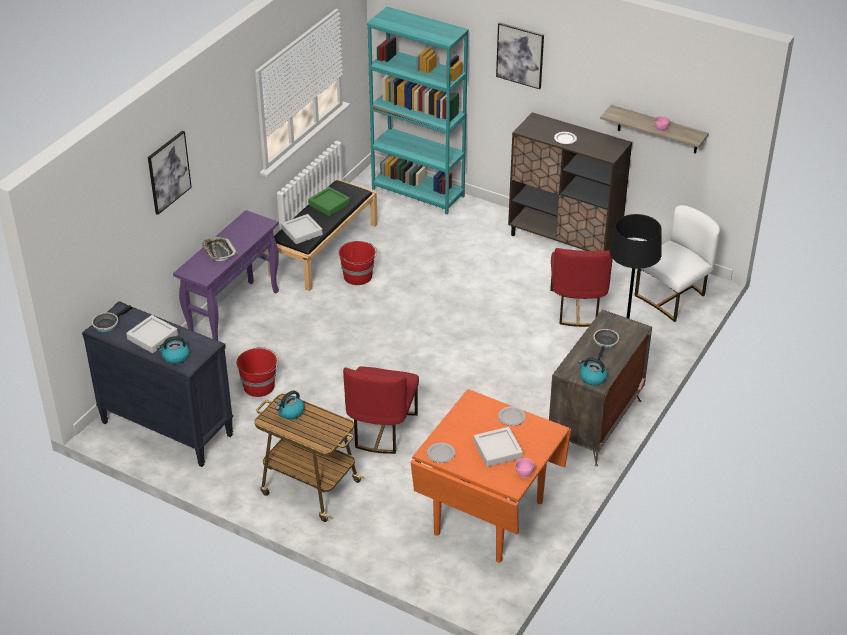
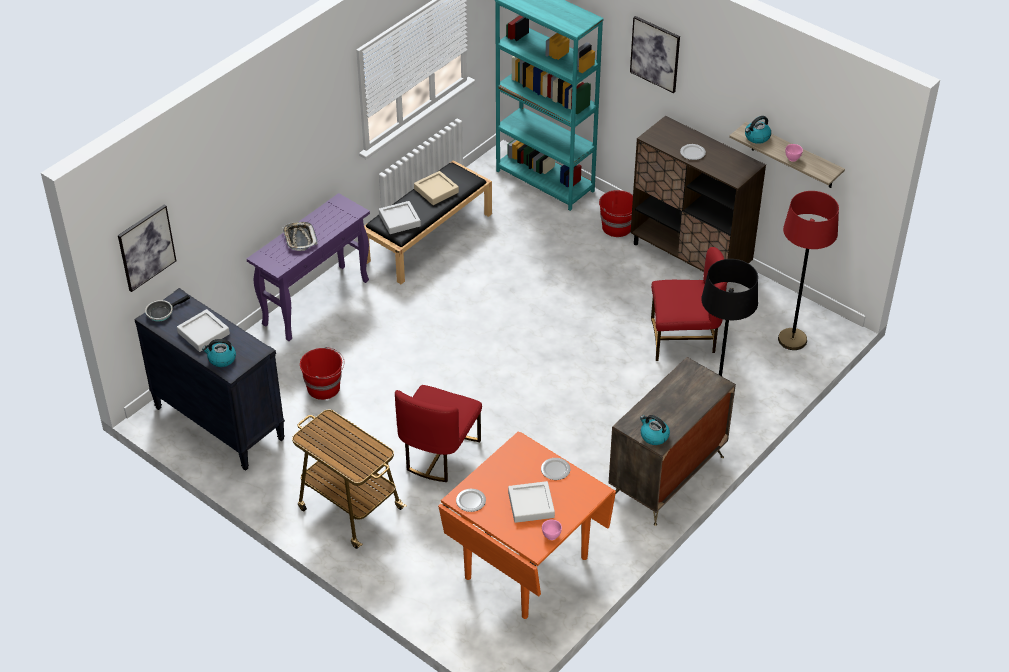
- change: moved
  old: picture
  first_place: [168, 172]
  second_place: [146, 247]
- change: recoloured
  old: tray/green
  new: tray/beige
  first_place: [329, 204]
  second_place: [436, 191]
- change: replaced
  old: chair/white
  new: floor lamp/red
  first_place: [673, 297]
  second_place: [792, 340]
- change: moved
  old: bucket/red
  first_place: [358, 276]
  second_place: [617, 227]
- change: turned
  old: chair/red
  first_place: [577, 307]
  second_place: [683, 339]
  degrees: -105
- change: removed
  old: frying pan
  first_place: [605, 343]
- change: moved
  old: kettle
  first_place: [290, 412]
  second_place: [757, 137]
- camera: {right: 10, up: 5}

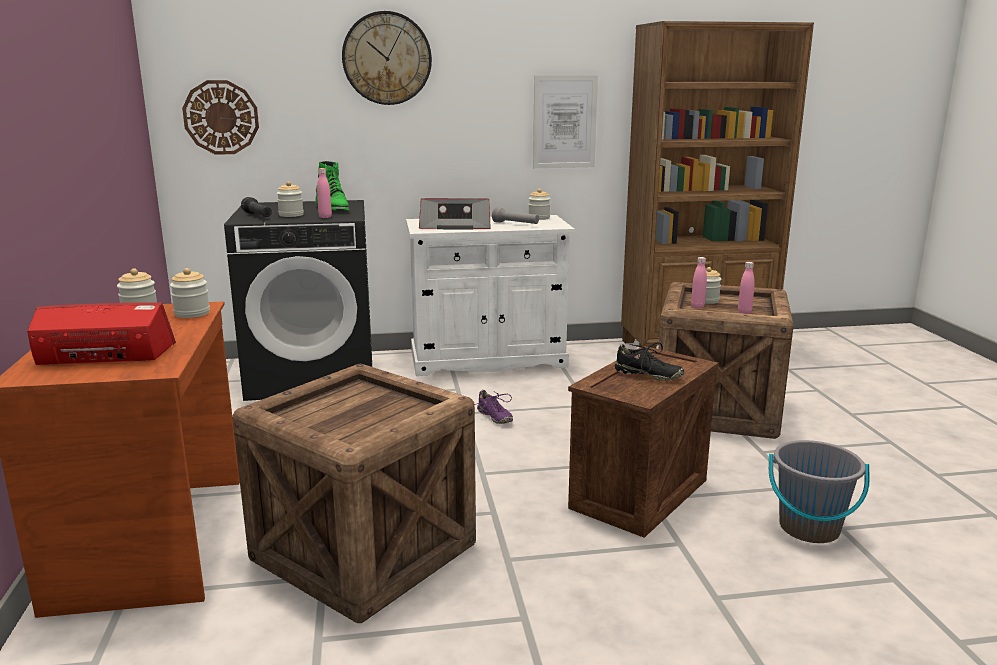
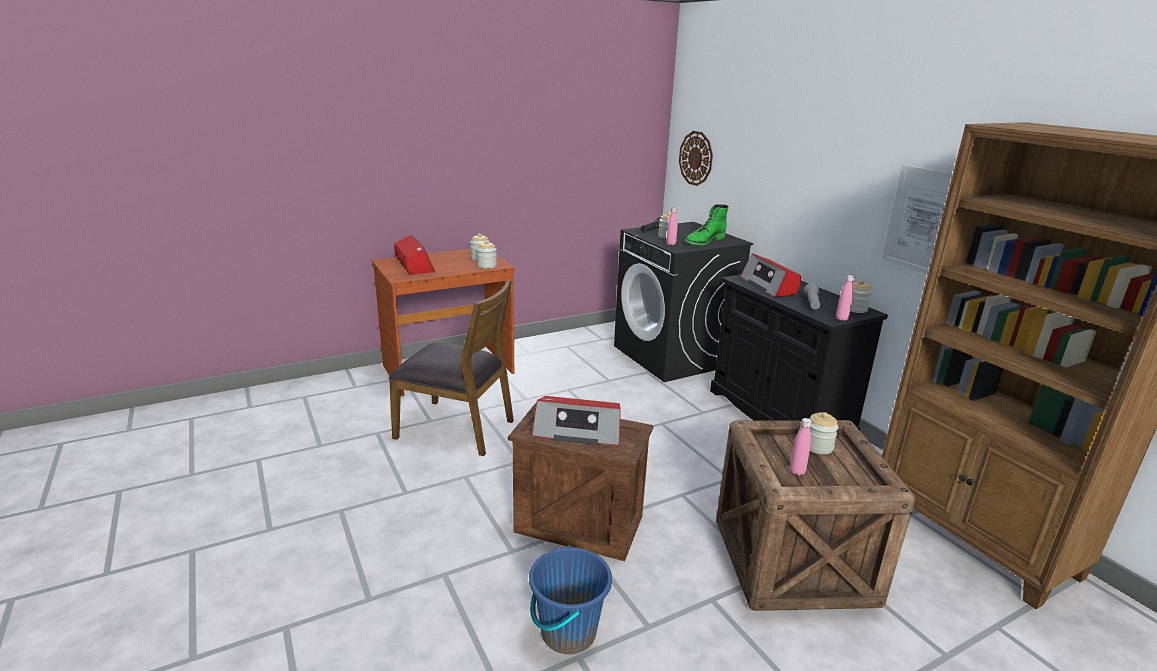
- change: removed
  old: wall clock
  first_place: [387, 58]
- change: recoloured
  old: cabinet/white
  new: cabinet/black
  first_place: [488, 359]
  second_place: [778, 414]
- change: moved
  old: bottle/pink
  first_place: [697, 306]
  second_place: [841, 318]
- change: replaced
  old: shoe/black
  new: radio
  first_place: [648, 375]
  second_place: [578, 431]
- change: replaced
  old: crate
  new: chair/brown
  first_place: [368, 553]
  second_place: [456, 428]
- change: removed
  old: shoe/purple
  first_place: [494, 417]
- change: recoloured
  old: bucket/grey
  new: bucket/blue
  first_place: [809, 528]
  second_place: [568, 632]
- camera: {right: 70, up: 5}

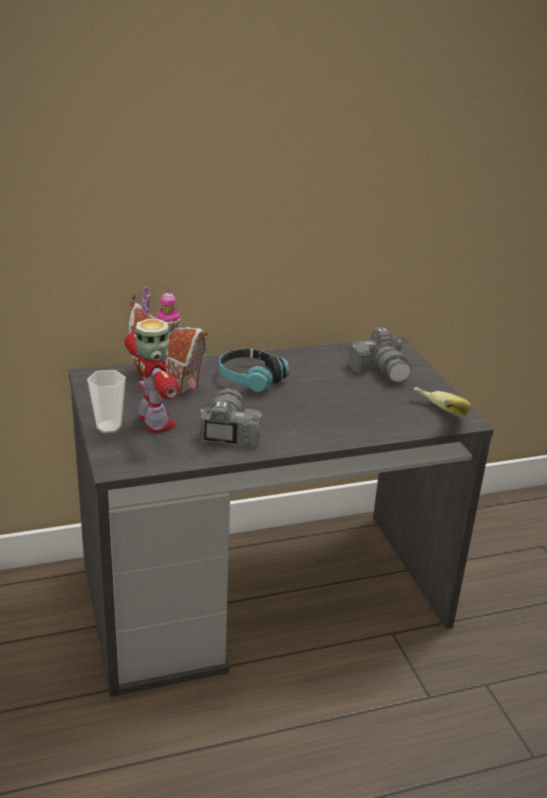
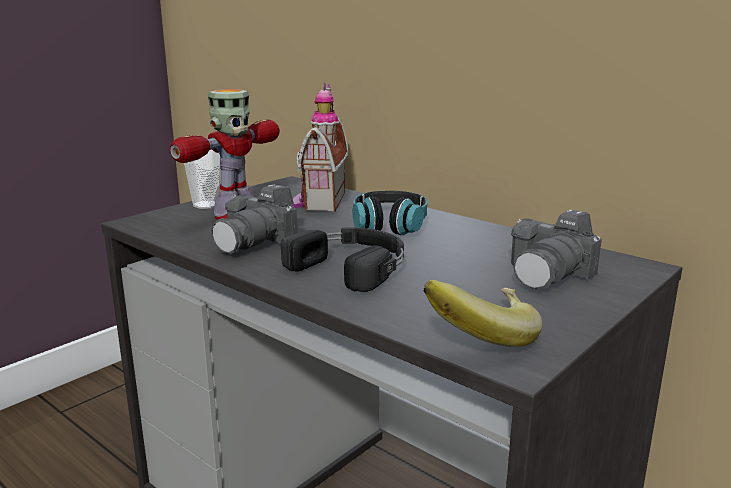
- change: turned
  old: photo camera
  first_place: [228, 432]
  second_place: [256, 242]
  degrees: 150
- change: added
  new: headphones/black
  second_place: [353, 266]
- camera: {right: 60, up: -10}

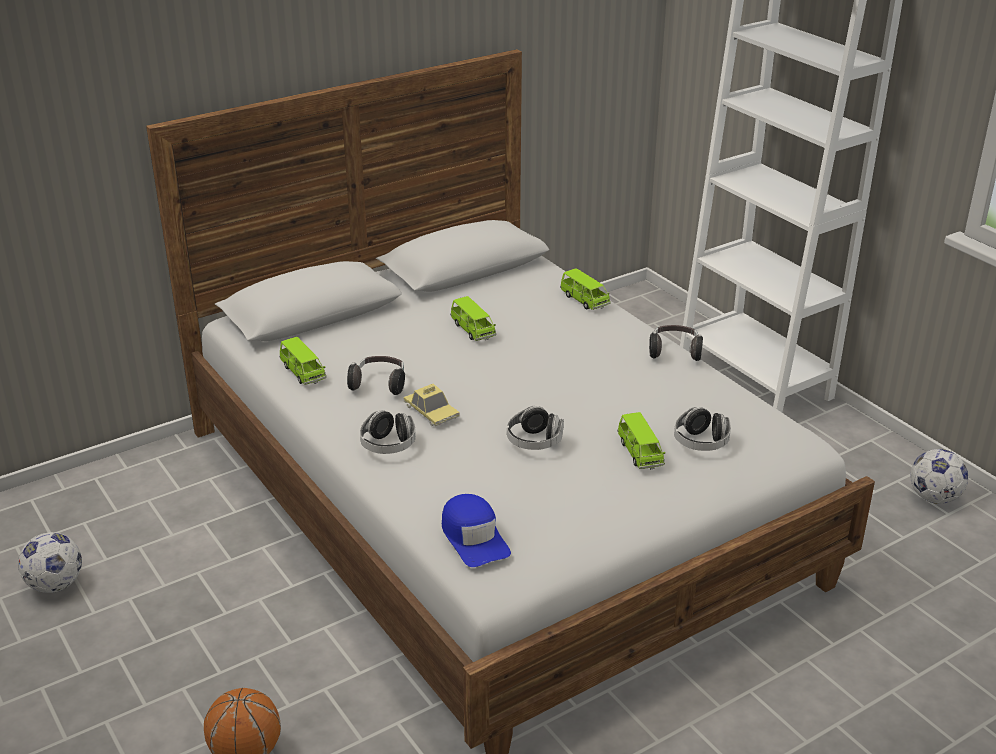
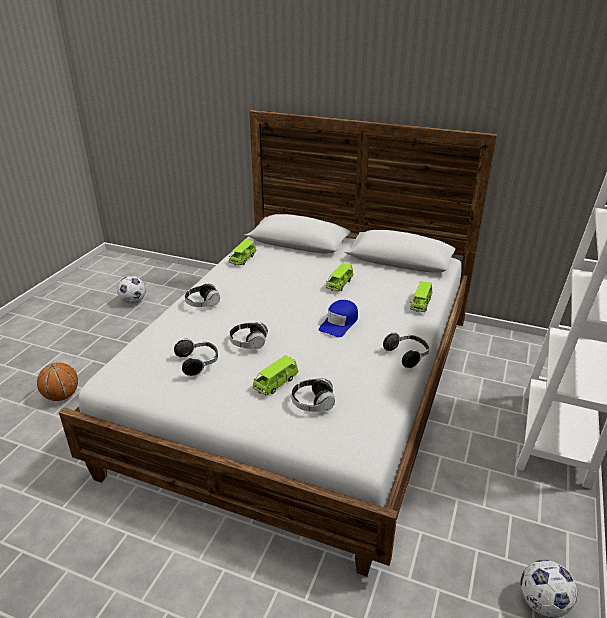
- change: moved
  old: headphones
  first_place: [379, 384]
  second_place: [198, 363]
- change: removed
  old: toy car
  first_place: [431, 412]
- change: moved
  old: cap/blue
  first_place: [474, 537]
  second_place: [339, 323]
- camera: {right: 55, up: 0}

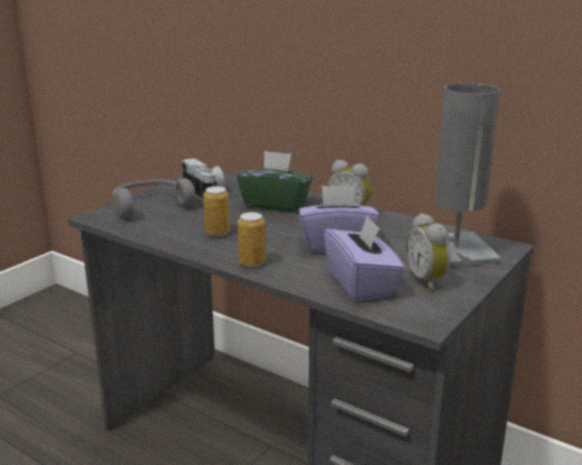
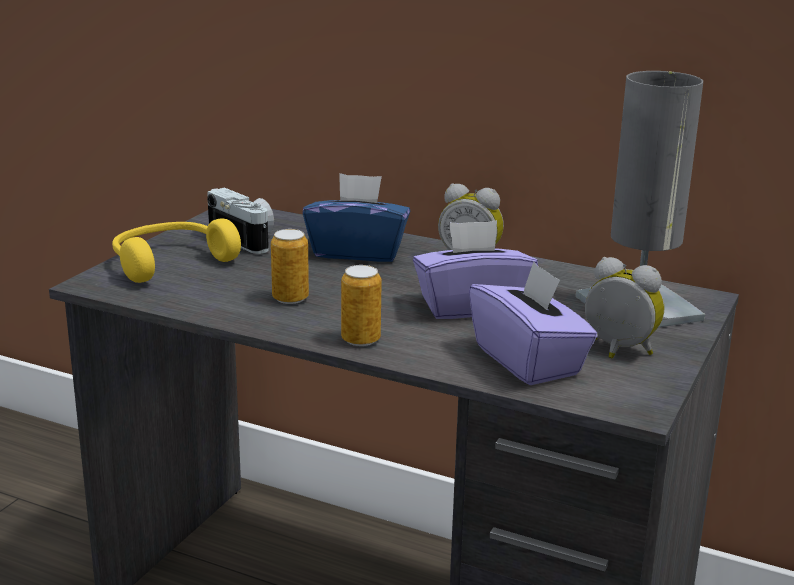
- change: recoloured
  old: tissue box/green
  new: tissue box/blue
  first_place: [275, 204]
  second_place: [357, 251]
- change: recoloured
  old: headphones/grey
  new: headphones/yellow
  first_place: [150, 206]
  second_place: [169, 262]
- change: turned
  old: alarm clock
  first_place: [428, 281]
  second_place: [617, 351]
  degrees: 150
- camera: {right: -10, up: 0}

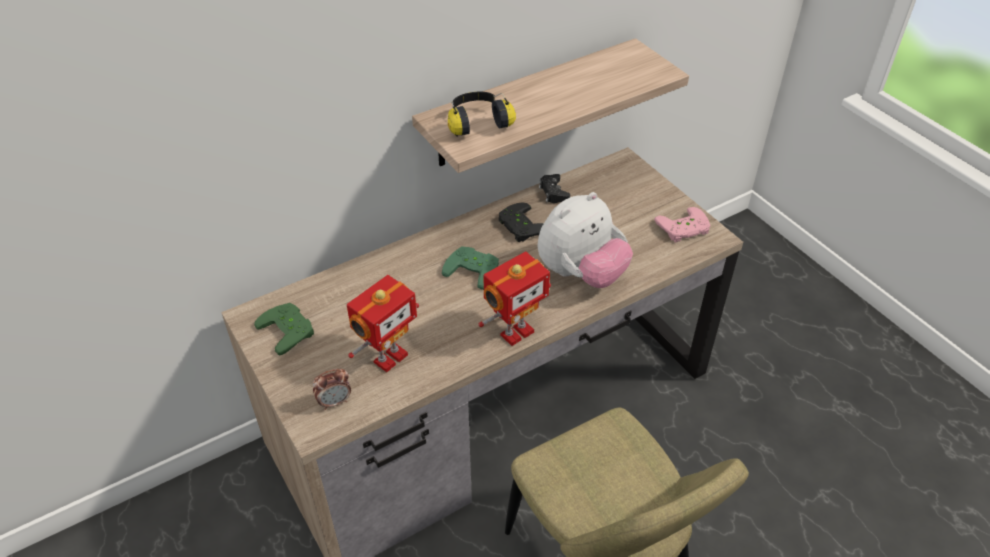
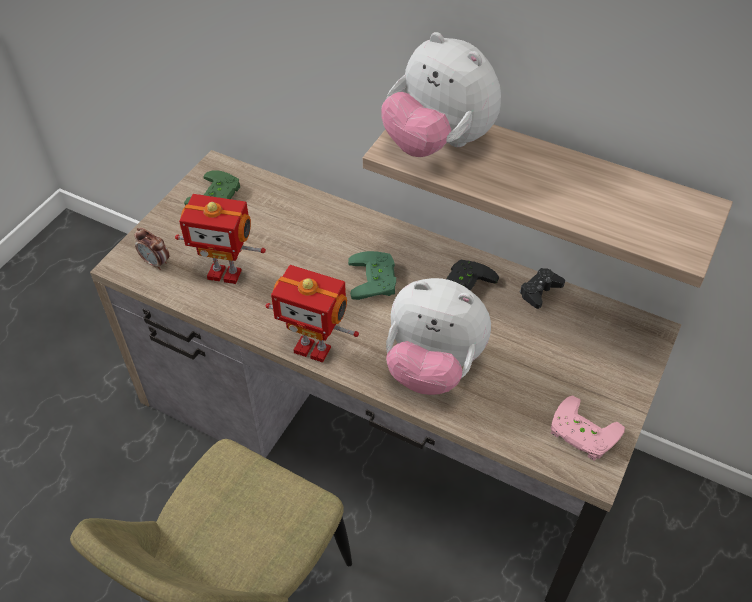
- change: replaced
  old: headphones
  new: plush toy
  first_place: [478, 123]
  second_place: [437, 144]
- camera: {right: 60, up: 5}

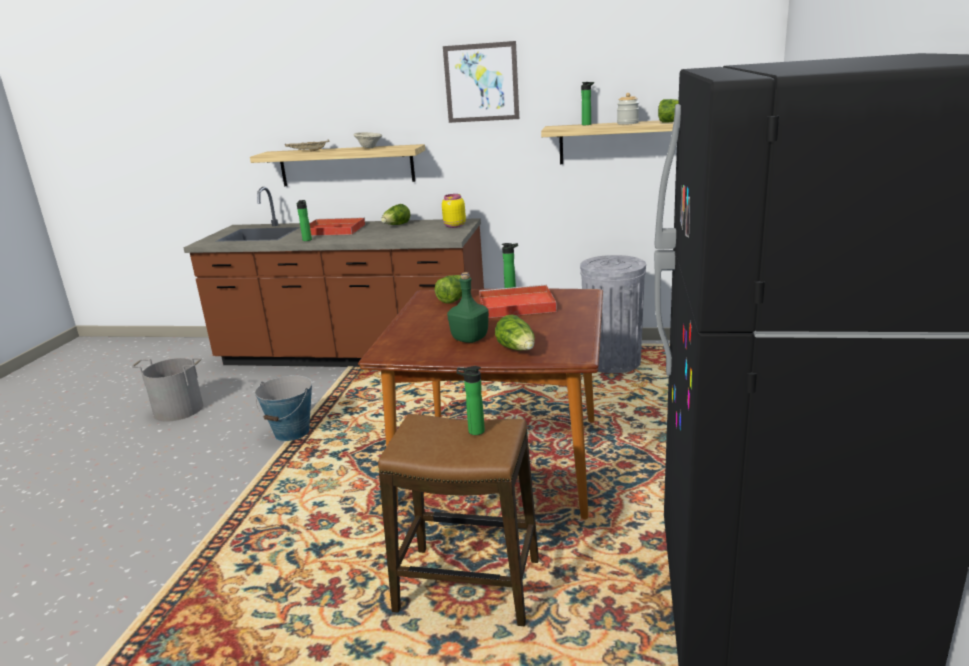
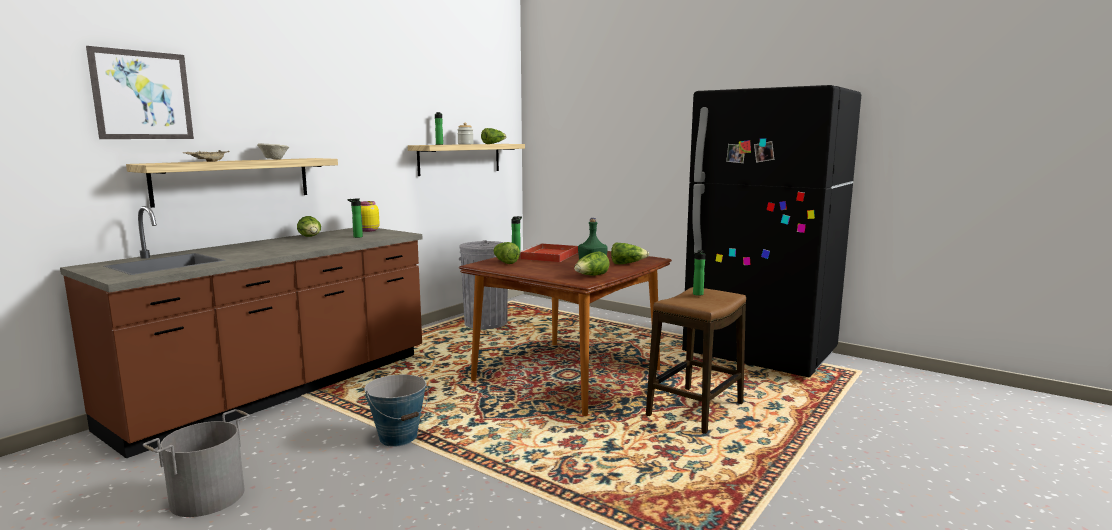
- change: moved
  old: picture
  first_place: [481, 82]
  second_place: [142, 95]
- change: moved
  old: bottle
  first_place: [307, 239]
  second_place: [356, 237]
- change: removed
  old: tray/red
  first_place: [332, 230]
- change: added
  new: lettuce
  second_place: [591, 276]
- camera: {right: -65, up: -10}

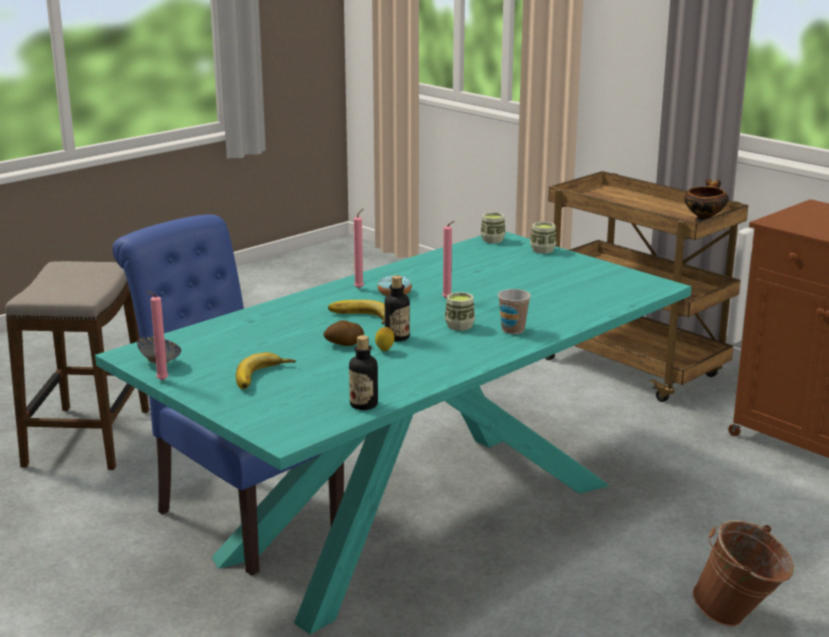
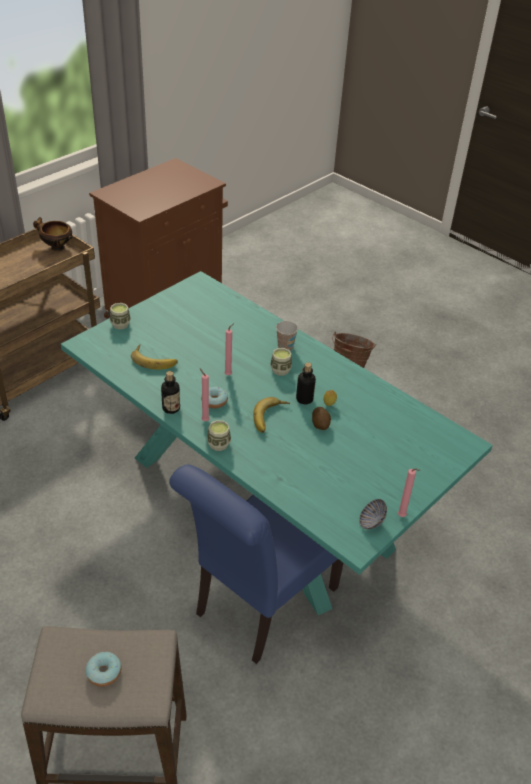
- change: moved
  old: cup
  first_place: [492, 240]
  second_place: [218, 444]
- change: moved
  old: bottle
  first_place: [363, 404]
  second_place: [171, 408]
- change: moved
  old: banana
  first_place: [264, 377]
  second_place: [154, 359]
- change: added
  new: donut
  second_place: [104, 673]
- camera: {right: -95, up: 20}

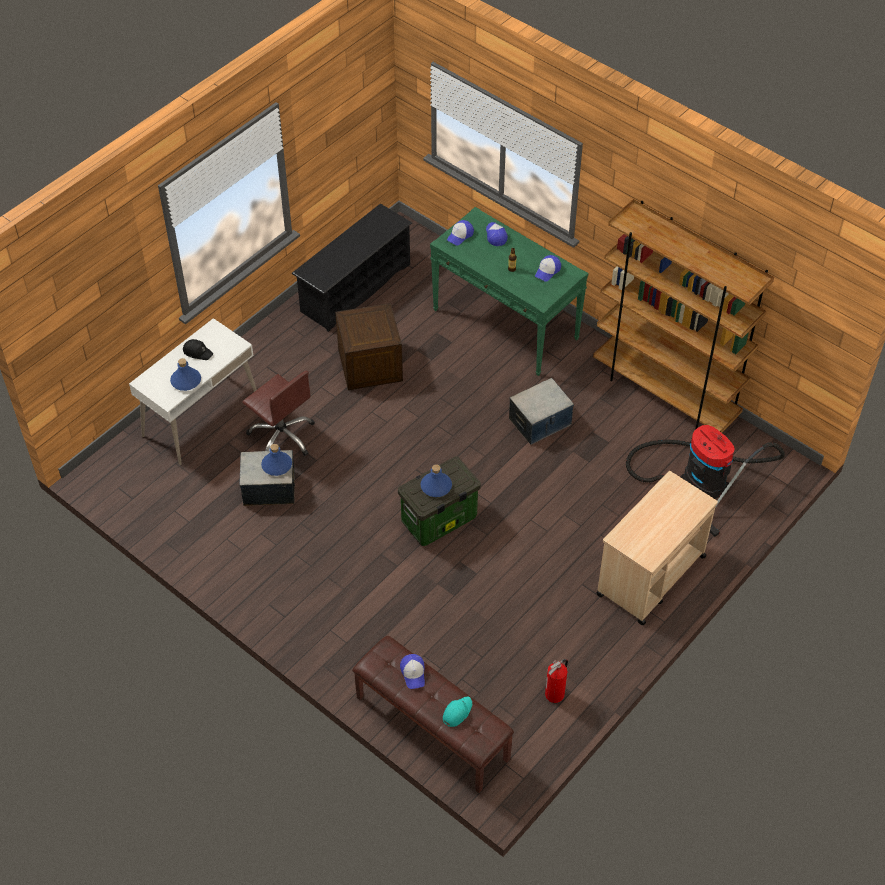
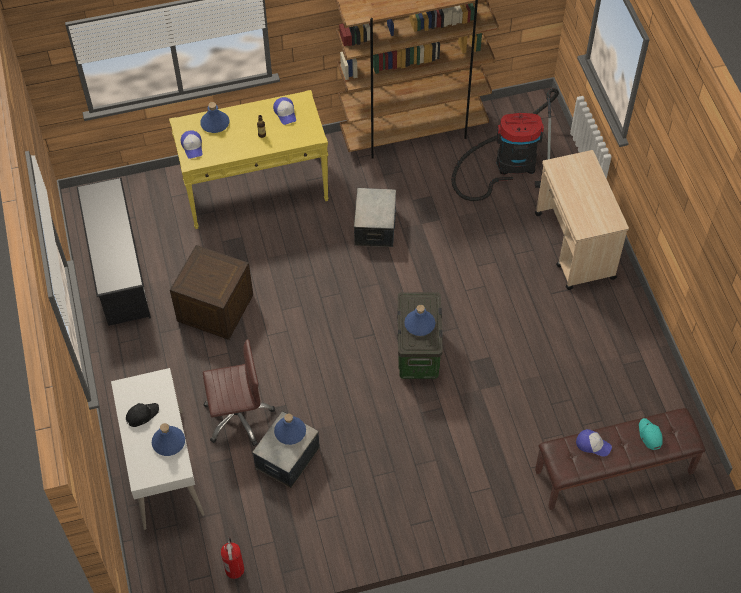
- change: recoloured
  old: console table/green
  new: console table/yellow
  first_place: [506, 324]
  second_place: [256, 190]
- change: replaced
  old: cap
  new: bottle/blue
  first_place: [495, 235]
  second_place: [215, 124]
- change: moved
  old: fire extinguisher
  first_place: [555, 694]
  second_place: [235, 569]
- camera: {right: -55, up: 5}

